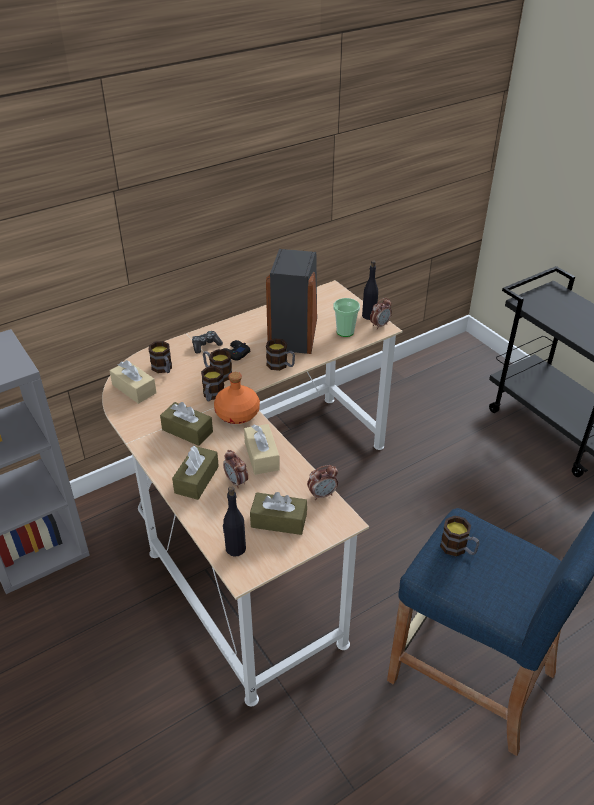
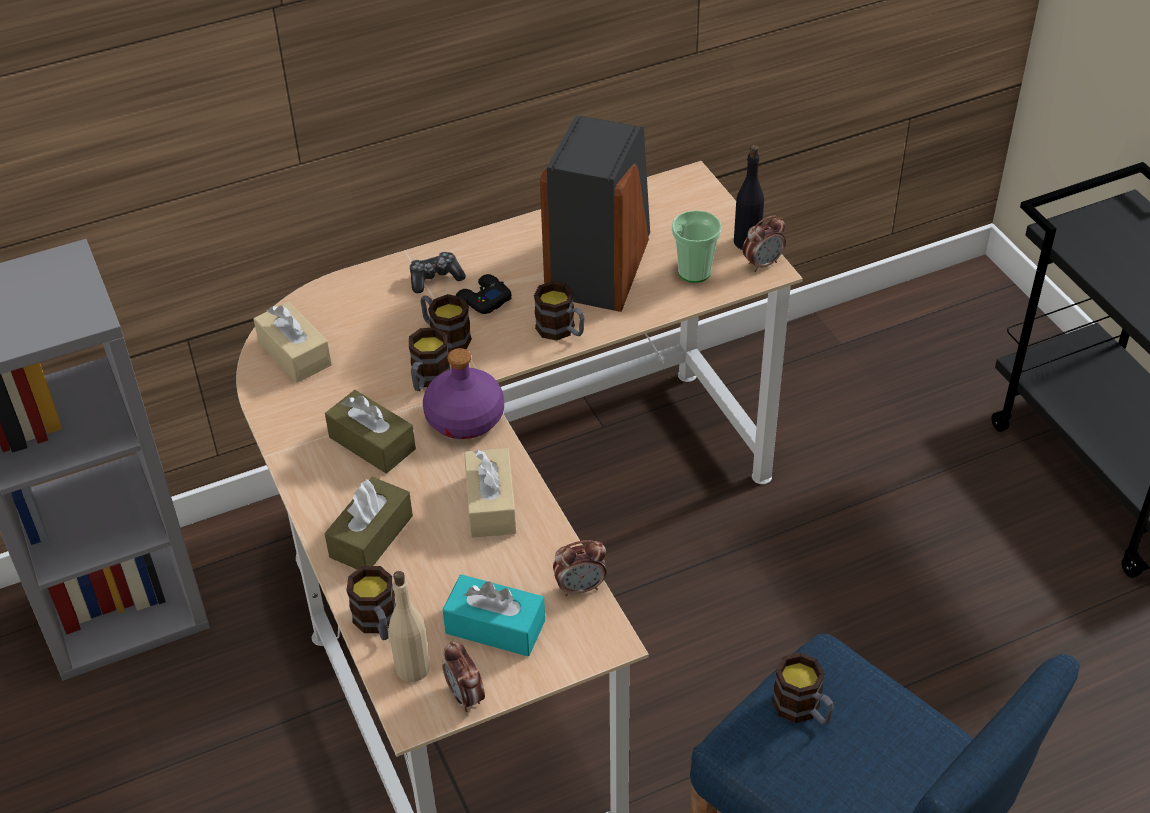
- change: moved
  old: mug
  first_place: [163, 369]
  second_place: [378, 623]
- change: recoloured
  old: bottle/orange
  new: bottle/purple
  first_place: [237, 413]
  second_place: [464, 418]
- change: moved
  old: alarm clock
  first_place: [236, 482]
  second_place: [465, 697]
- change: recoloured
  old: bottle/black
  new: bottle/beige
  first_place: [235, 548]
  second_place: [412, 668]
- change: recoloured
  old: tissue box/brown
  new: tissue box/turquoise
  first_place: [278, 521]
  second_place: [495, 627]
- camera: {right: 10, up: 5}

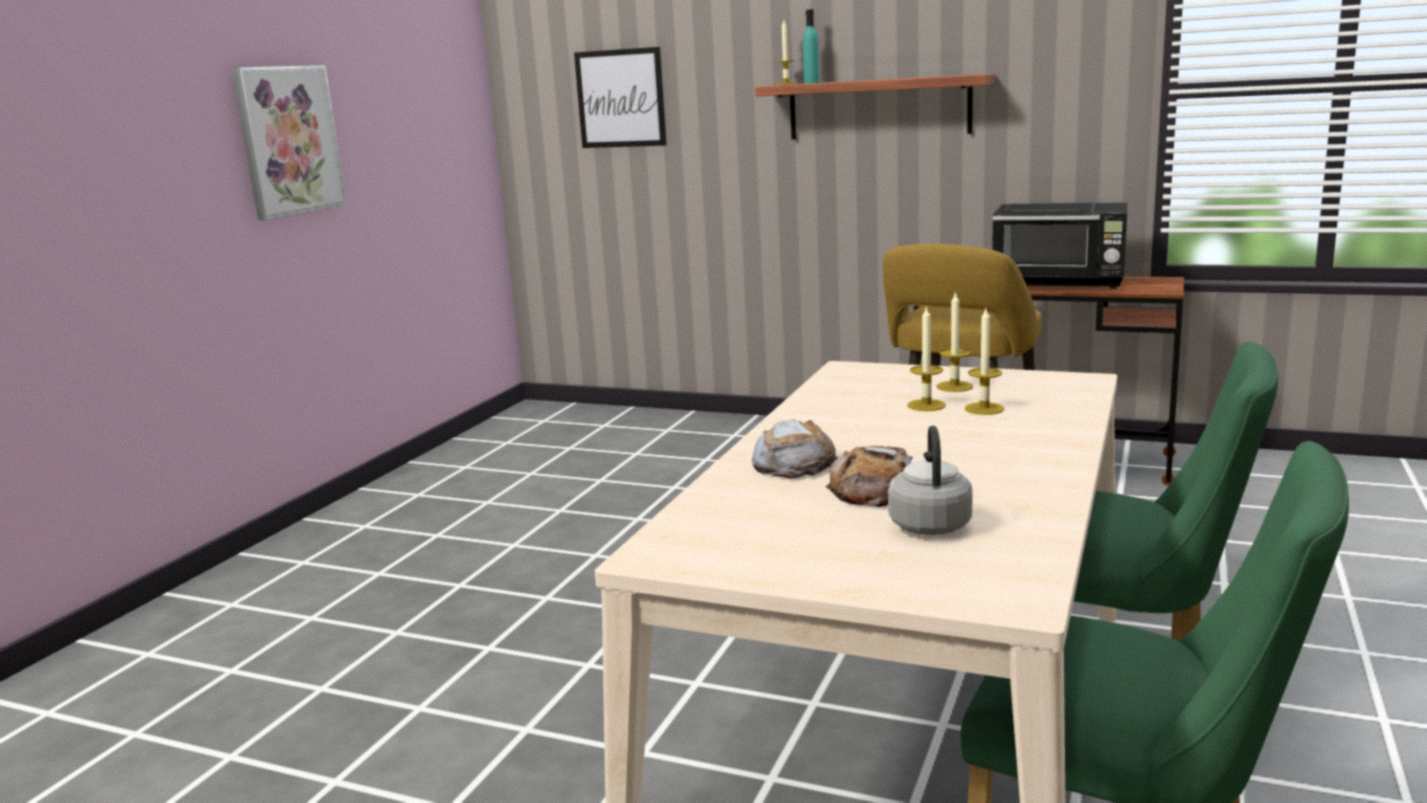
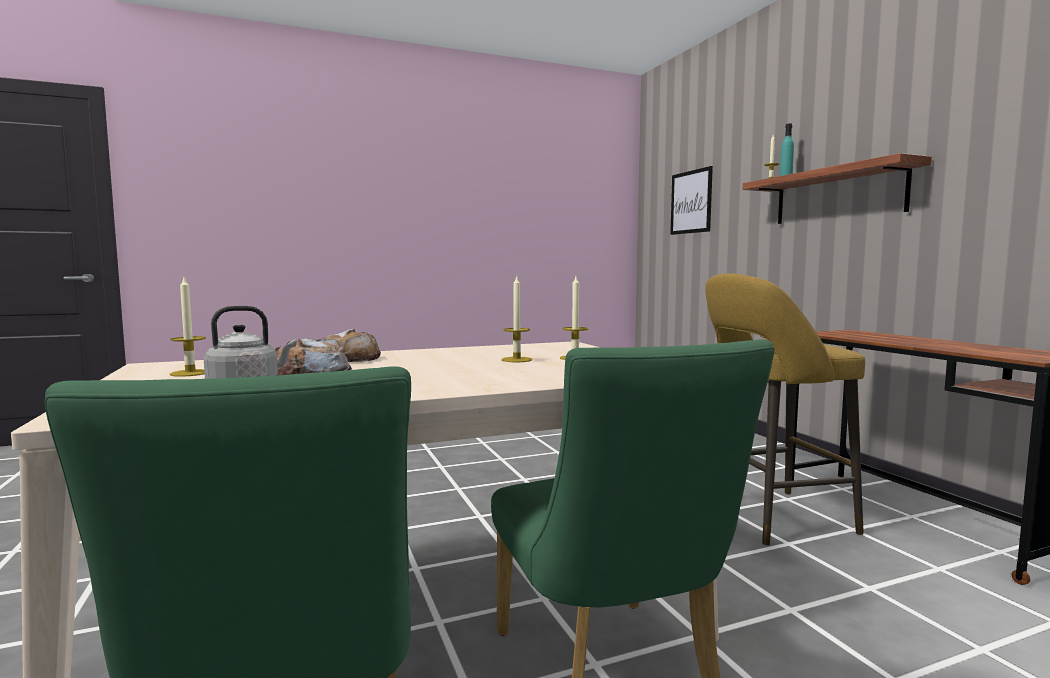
- change: removed
  old: picture
  first_place: [288, 140]
- change: removed
  old: microwave/black
  first_place: [1060, 283]
- change: moved
  old: candle
  first_place: [984, 409]
  second_place: [190, 373]
- camera: {right: 45, up: -10}

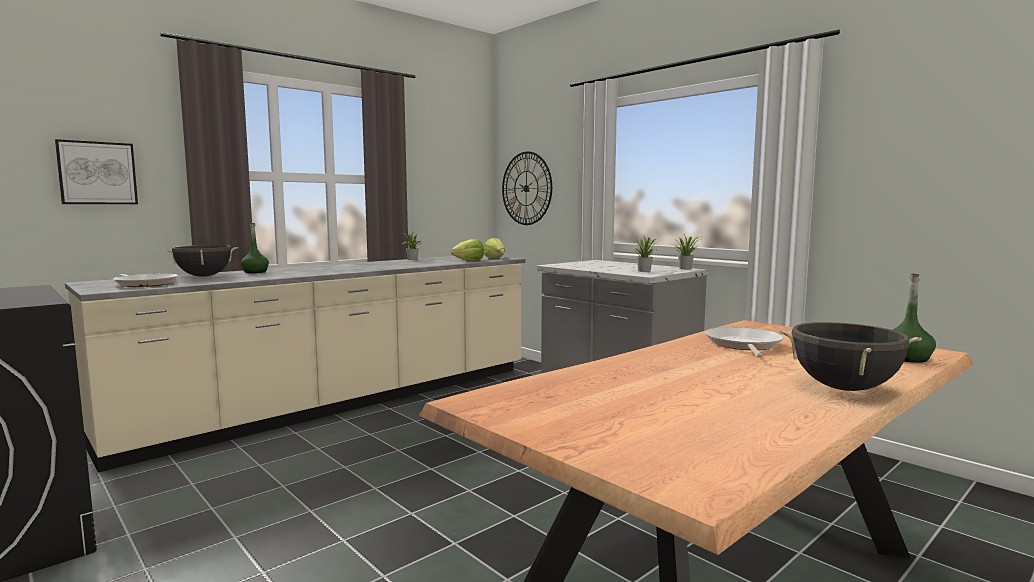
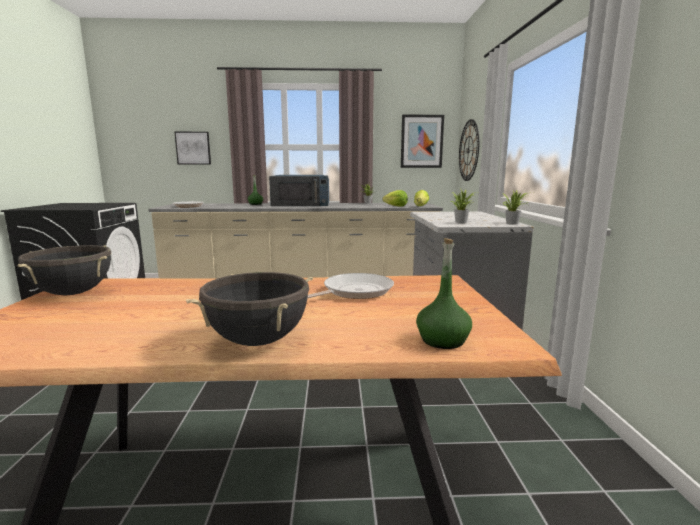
- change: moved
  old: cooking pot/black
  first_place: [204, 276]
  second_place: [73, 293]
- change: added
  new: picture
  second_place: [421, 141]
- change: added
  new: microwave/blue
  second_place: [301, 204]
- camera: {right: 40, up: 5}

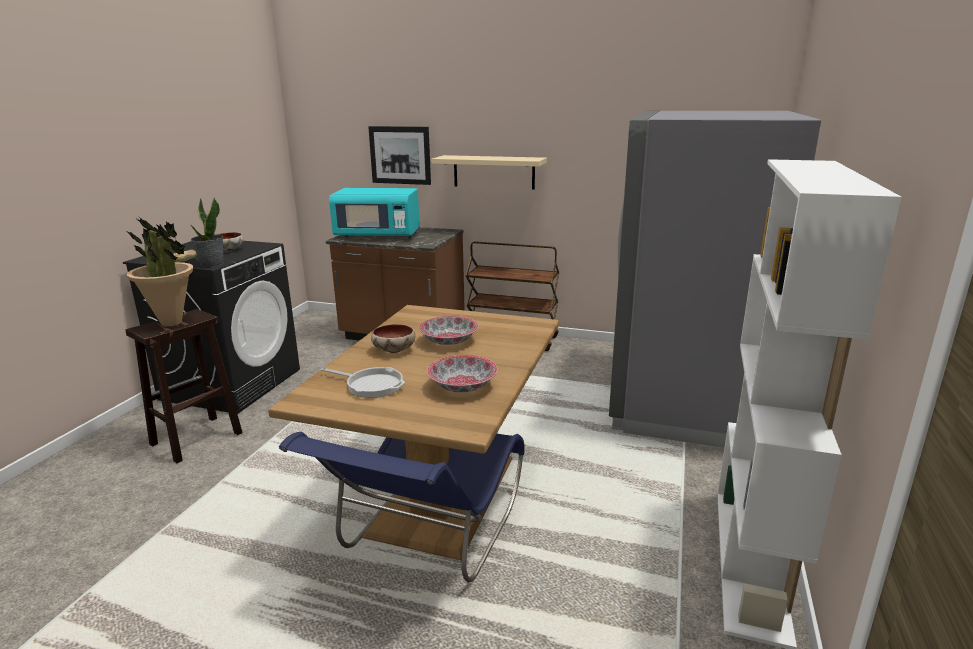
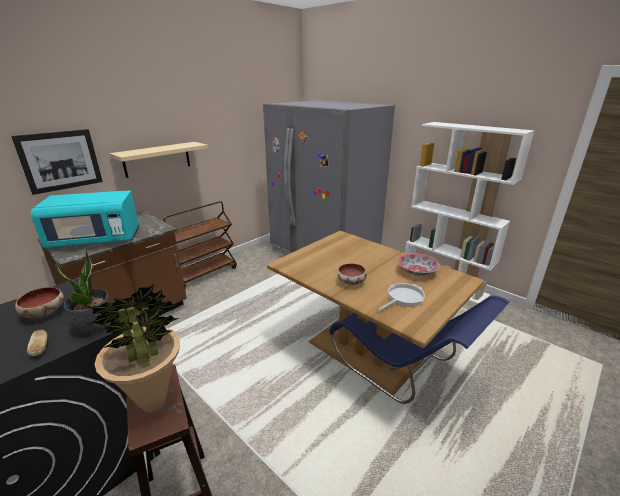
- change: turned
  old: microwave/turquoise
  first_place: [378, 236]
  second_place: [96, 240]
  degrees: 45
- change: removed
  old: bowl
  first_place: [449, 341]
- camera: {right: -65, up: 5}

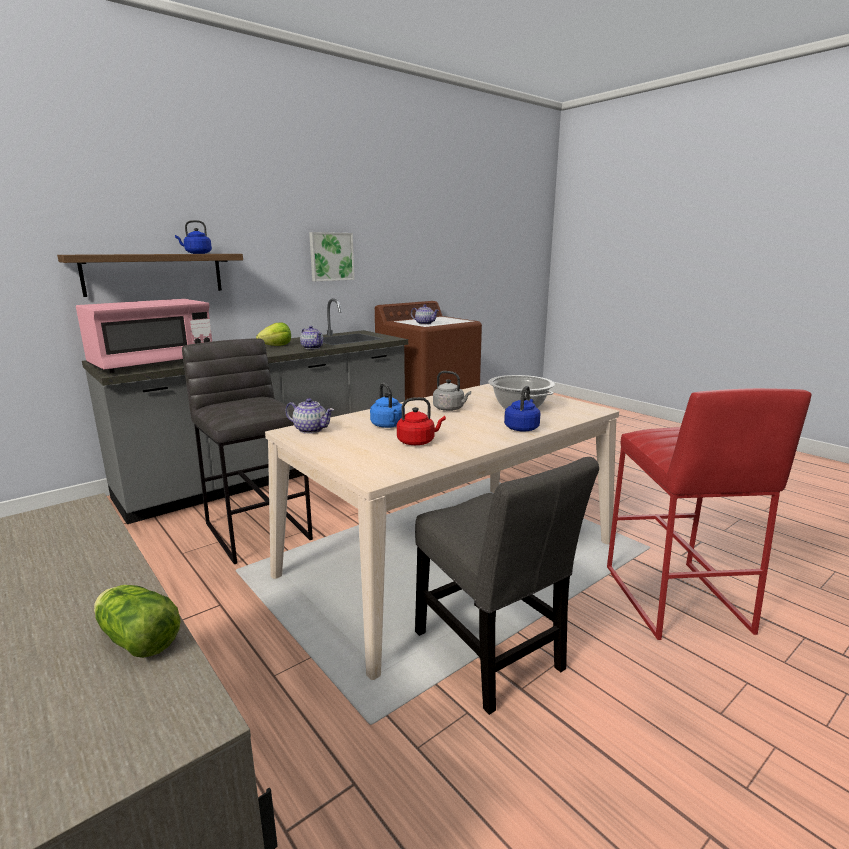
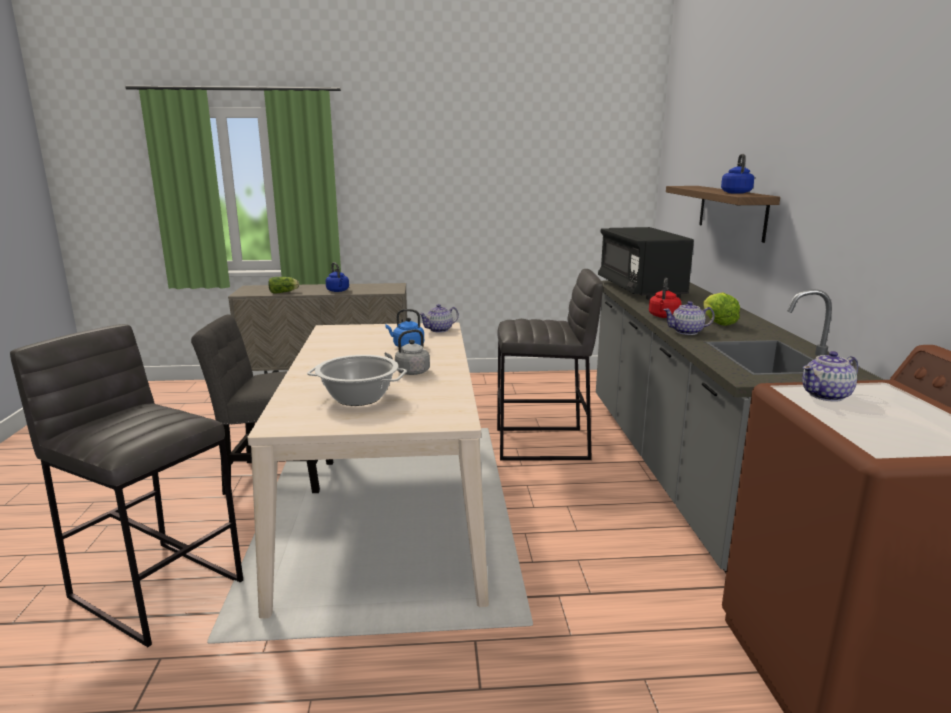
- change: removed
  old: picture
  first_place: [331, 256]
- change: recoloured
  old: microwave/pink
  new: microwave/black
  first_place: [153, 364]
  second_place: [640, 289]
- change: moved
  old: kettle/blue
  first_place: [522, 428]
  second_place: [338, 291]
- change: recoloured
  old: stool/red
  new: stool/grey
  first_place: [674, 599]
  second_place: [157, 588]
- change: moved
  old: kettle/red
  first_place: [418, 442]
  second_place: [663, 316]
- camera: {right: 125, up: 0}

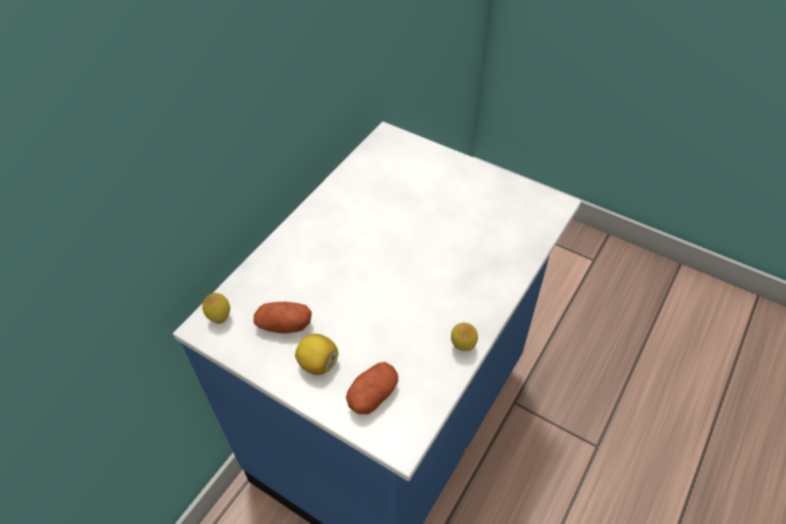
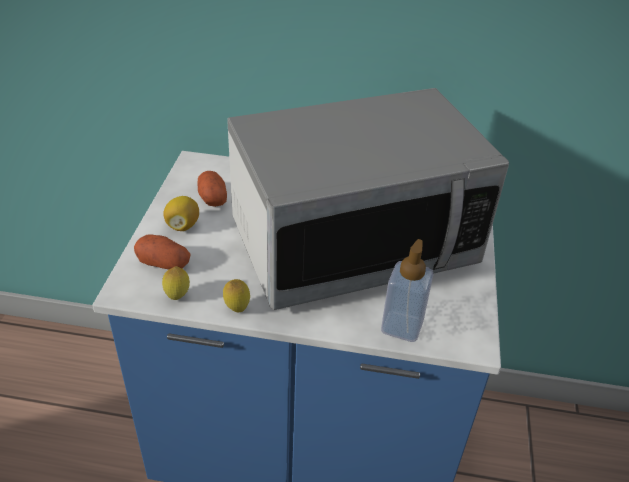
- change: moved
  old: lemon
  first_place: [220, 318]
  second_place: [177, 296]
- change: added
  new: microwave
  second_place: [353, 243]
- change: added
  new: soap dispenser
  second_place: [402, 326]
- camera: {right: 65, up: -10}

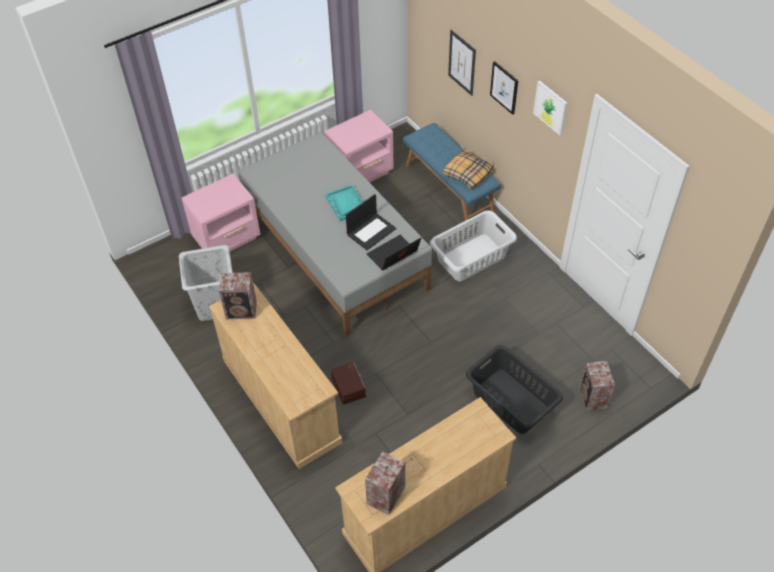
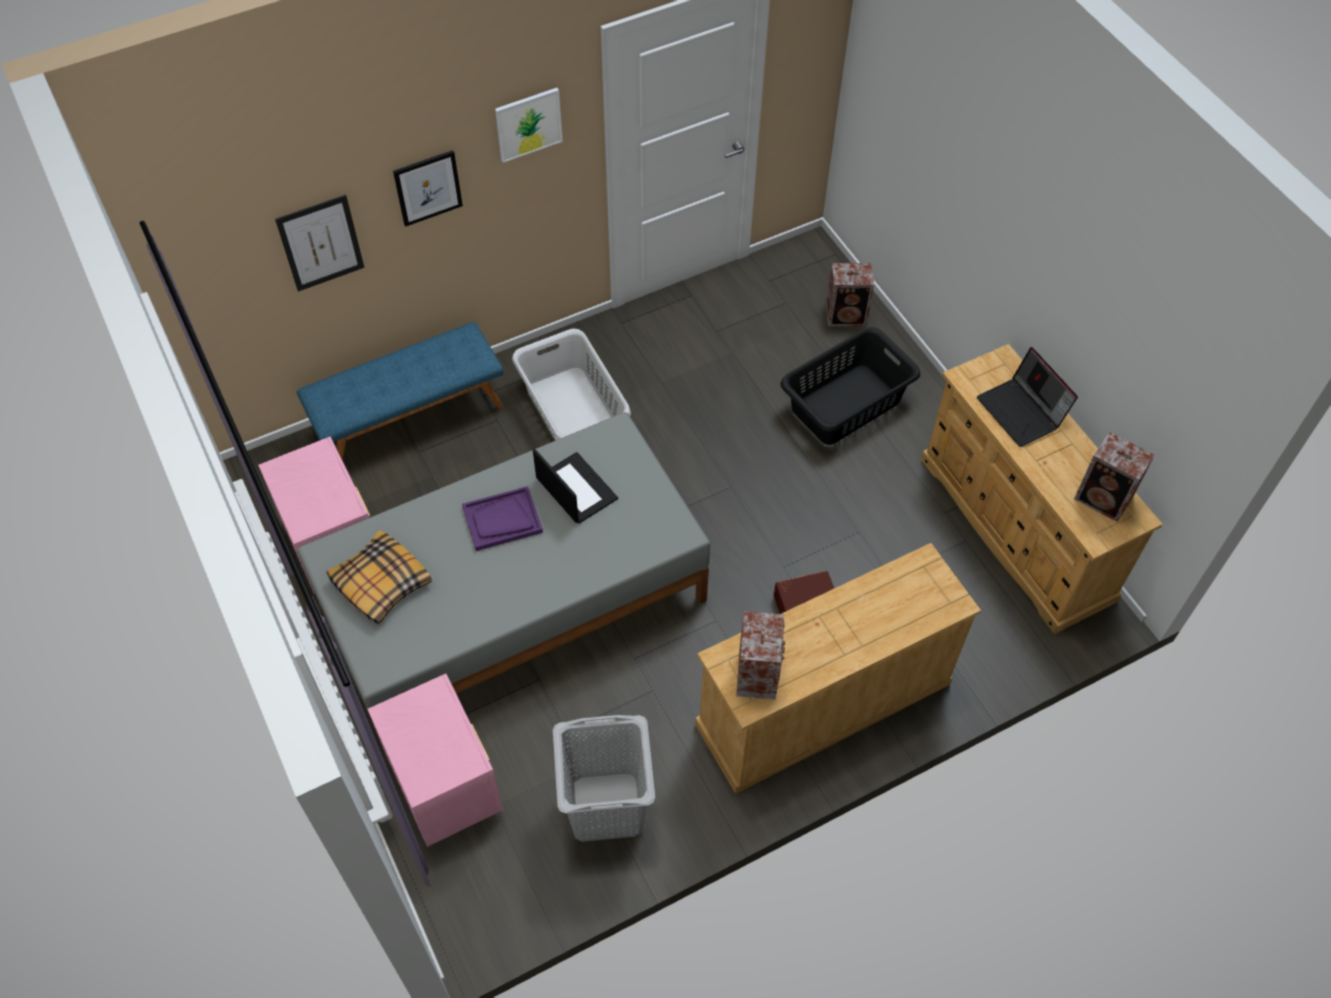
- change: moved
  old: pillow
  first_place: [467, 173]
  second_place: [380, 583]
- change: recoloured
  old: tray/turquoise
  new: tray/purple
  first_place: [346, 204]
  second_place: [502, 520]
- change: moved
  old: laptop
  first_place: [393, 256]
  second_place: [1022, 412]
- camera: {right: -85, up: 5}

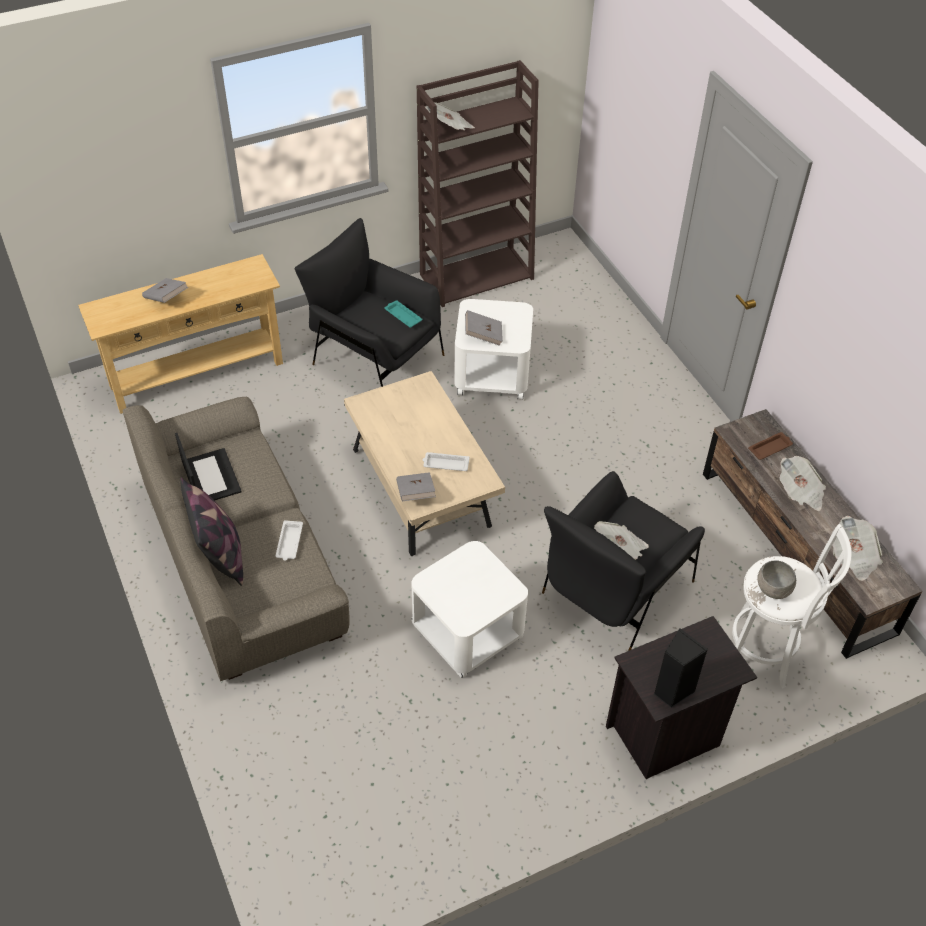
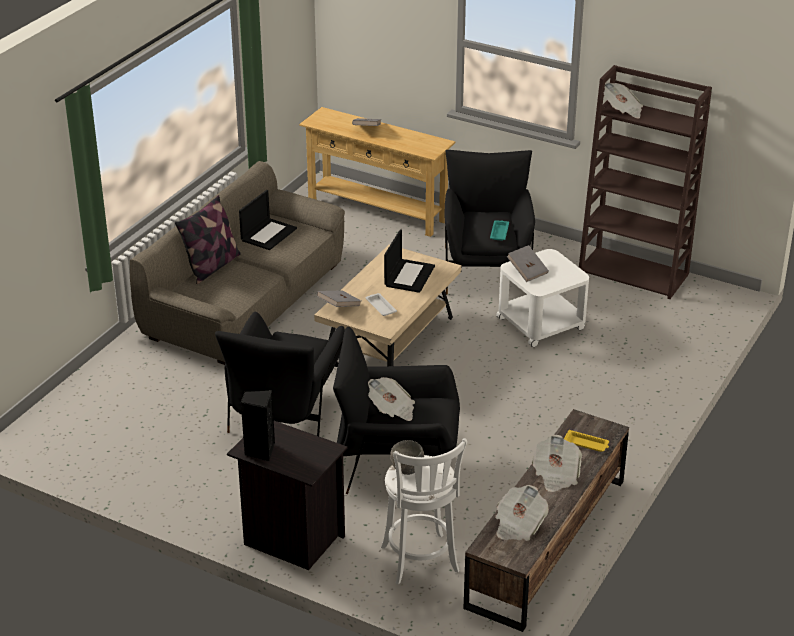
- change: recoloured
  old: tray/brown
  new: tray/yellow
  first_place: [770, 448]
  second_place: [587, 444]
- change: removed
  old: tray/white
  first_place: [289, 543]
- change: replaced
  old: side table/white
  new: armchair/black
  first_place: [468, 631]
  second_place: [287, 414]
- change: added
  new: laptop
  second_place: [409, 275]
- camera: {right: 55, up: -15}

